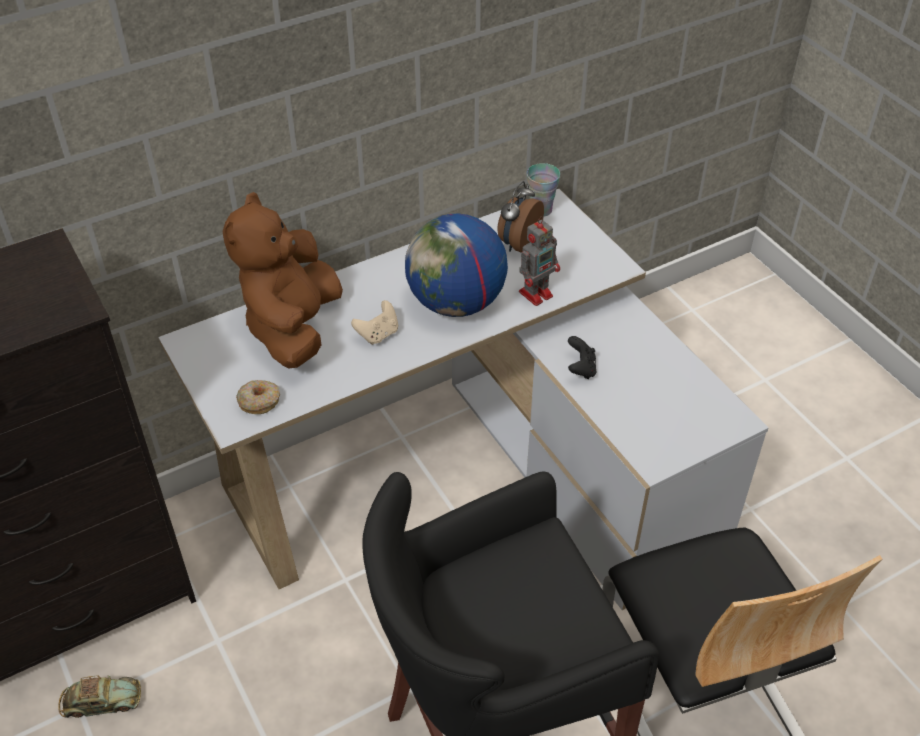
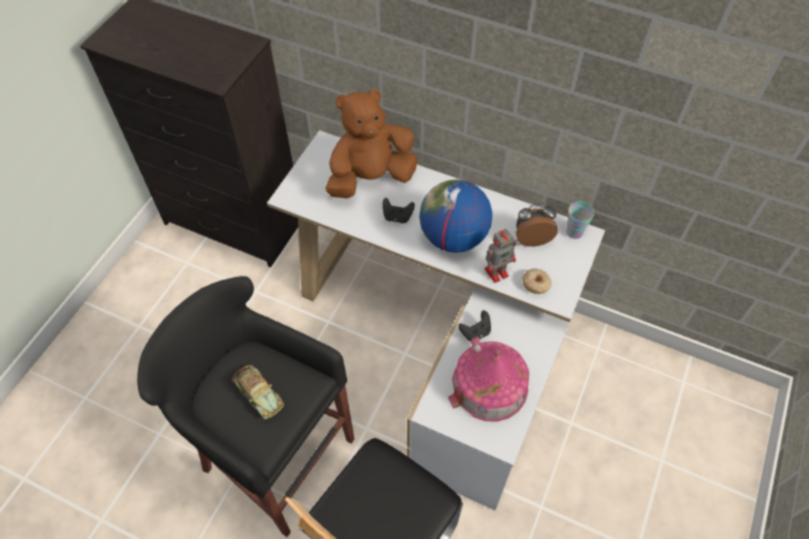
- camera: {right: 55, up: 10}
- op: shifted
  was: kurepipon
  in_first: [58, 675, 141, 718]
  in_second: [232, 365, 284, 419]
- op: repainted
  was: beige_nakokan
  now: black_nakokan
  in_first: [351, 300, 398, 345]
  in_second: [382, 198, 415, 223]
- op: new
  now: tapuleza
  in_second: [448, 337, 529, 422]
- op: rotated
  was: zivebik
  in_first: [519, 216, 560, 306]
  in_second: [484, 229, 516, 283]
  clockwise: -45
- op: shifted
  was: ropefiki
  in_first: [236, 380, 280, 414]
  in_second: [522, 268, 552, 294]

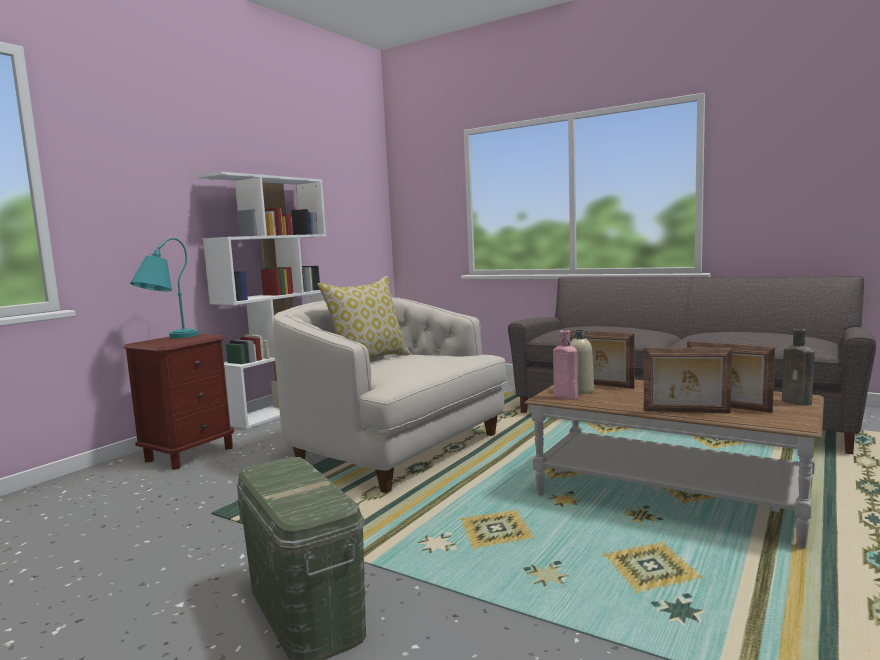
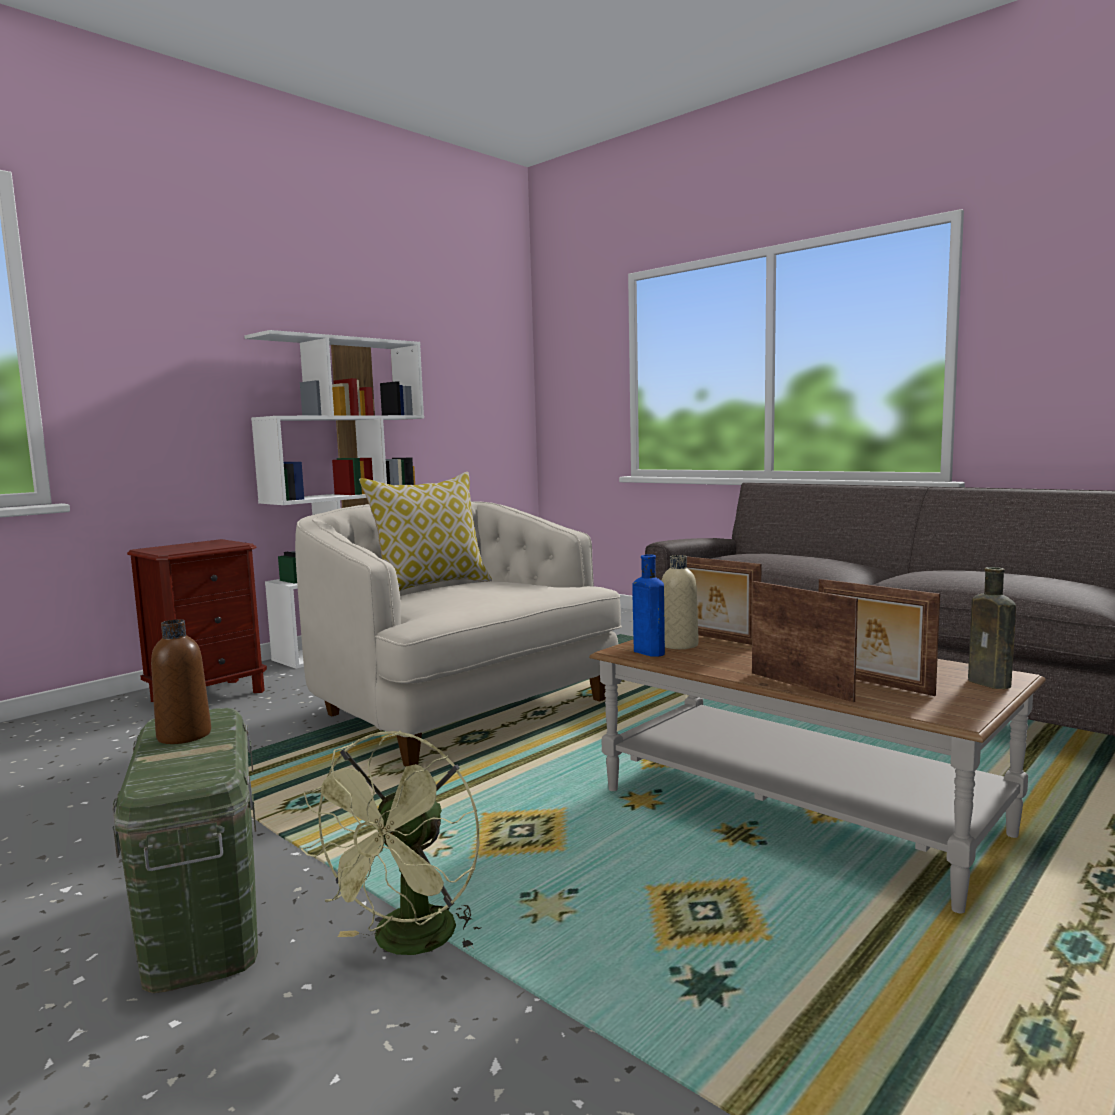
- camera: {right: 10, up: 0}
- op: new
  now: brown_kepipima
  in_second: [151, 619, 211, 744]
- op: new
  now: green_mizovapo
  in_second: [300, 731, 482, 955]
- op: repainted
  was: pink_kepipima
  now: blue_kepipima
  in_first: [553, 330, 578, 400]
  in_second: [632, 554, 665, 657]
- op: rotated
  was: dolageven
  in_first: [644, 348, 732, 413]
  in_second: [752, 581, 858, 702]
  clockwise: -150
- op: gone
  was: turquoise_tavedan
  in_first: [130, 238, 199, 338]

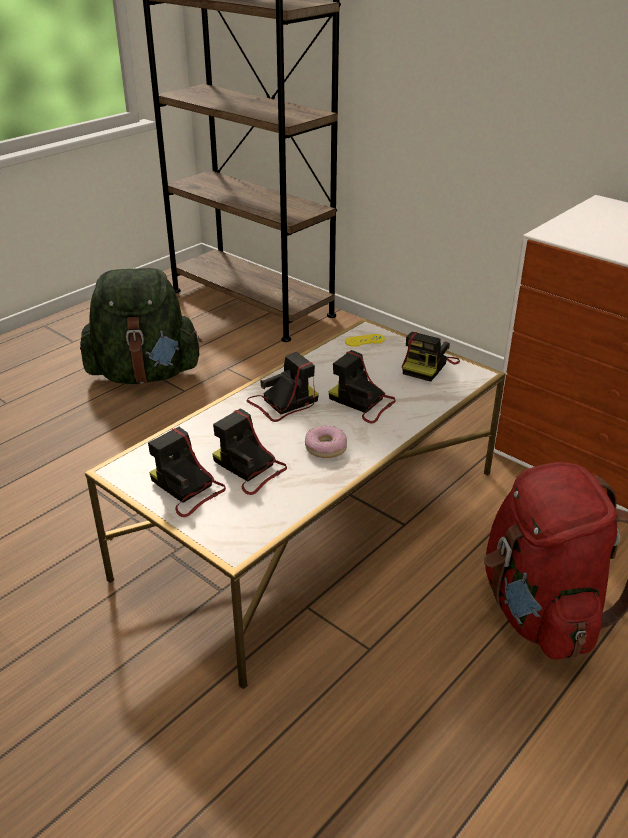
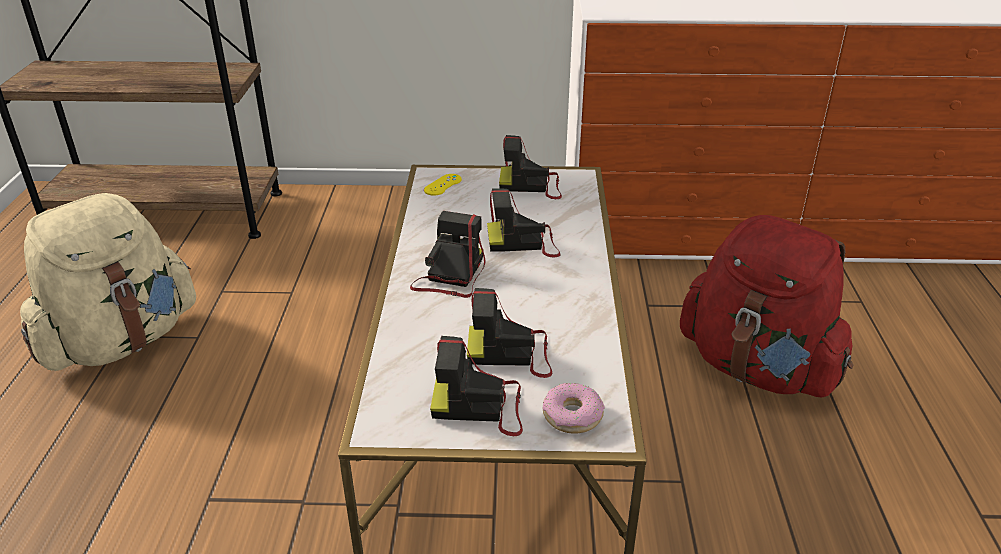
- camera: {right: -40, up: 0}
- op: repainted
  was: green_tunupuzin
  now: beige_tunupuzin
  in_first: [80, 268, 202, 384]
  in_second: [20, 193, 196, 371]
- op: rotated
  was: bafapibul
  in_first: [402, 332, 460, 382]
  in_second: [499, 135, 562, 199]
  clockwise: 105
- op: shifted
  was: ropefiki
  in_first: [305, 426, 347, 458]
  in_second: [543, 383, 605, 433]

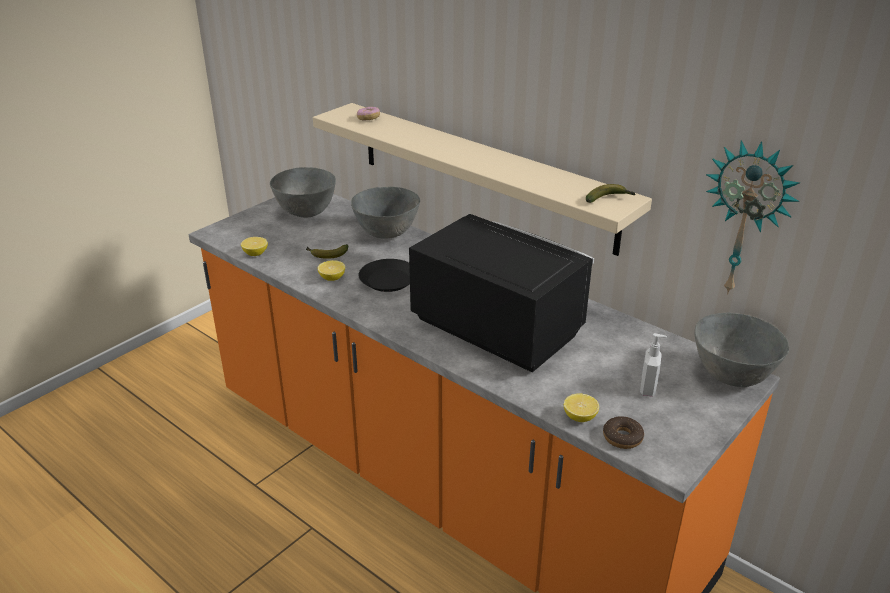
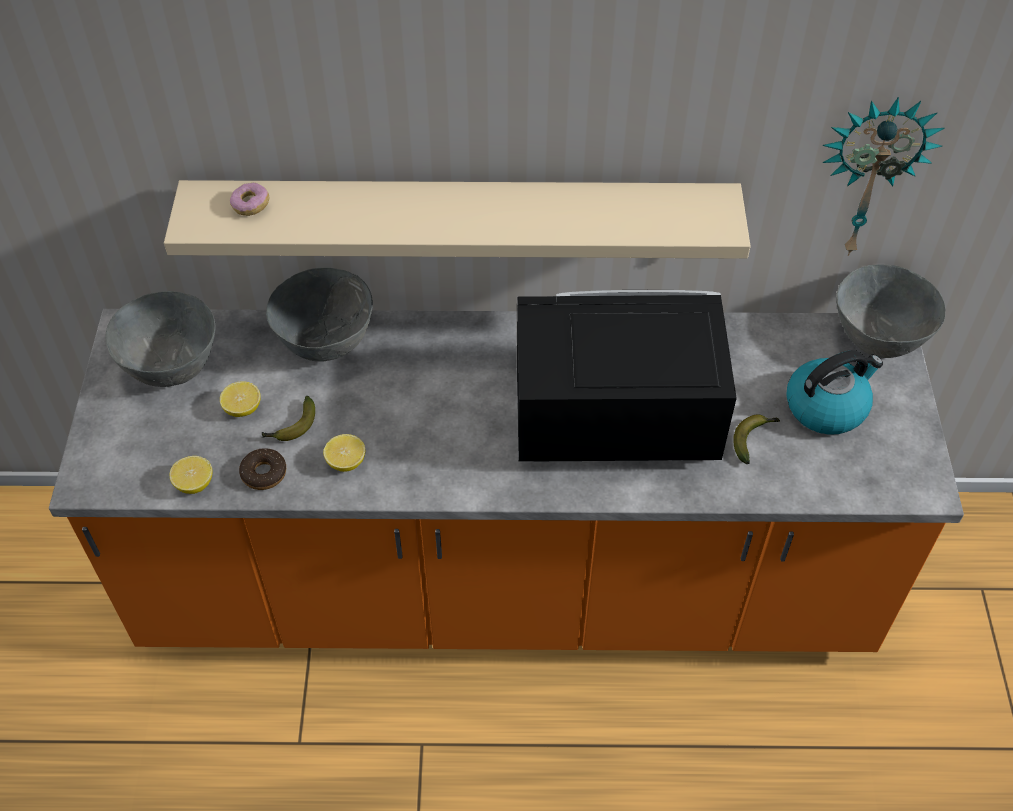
- camera: {right: -40, up: 20}
- op: shifted
  was: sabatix
  in_first: [564, 393, 599, 422]
  in_second: [220, 381, 261, 417]
- op: shifted
  was: ropefiki
  in_first: [603, 416, 644, 449]
  in_second: [239, 448, 286, 490]
- op: shifted
  was: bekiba
  in_first: [586, 184, 636, 203]
  in_second: [733, 415, 780, 464]
- op: swapped
  was: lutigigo
  now: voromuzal
  in_first: [640, 333, 667, 397]
  in_second: [786, 350, 883, 435]
- op: gone
  was: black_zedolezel
  in_first: [359, 259, 410, 292]

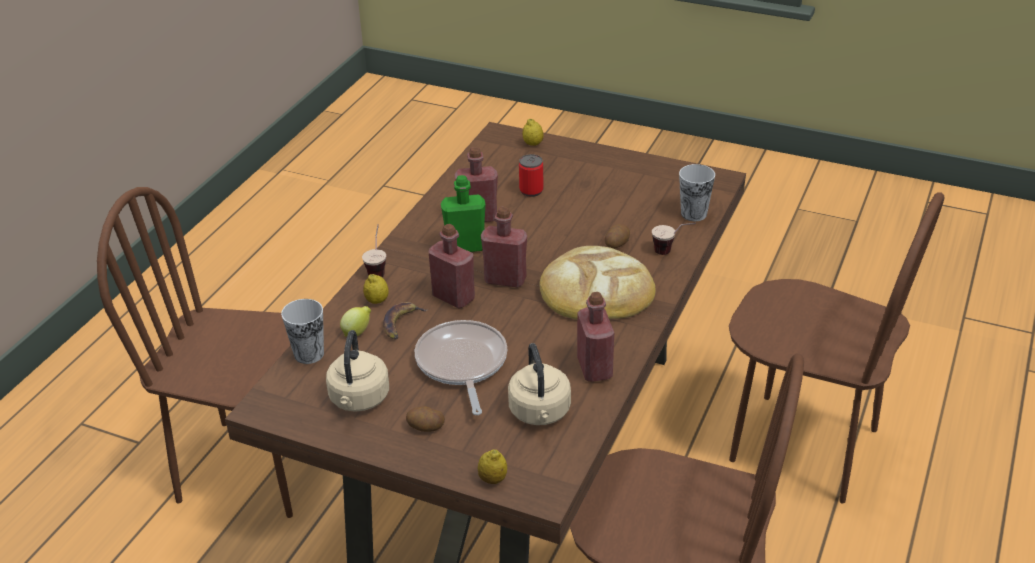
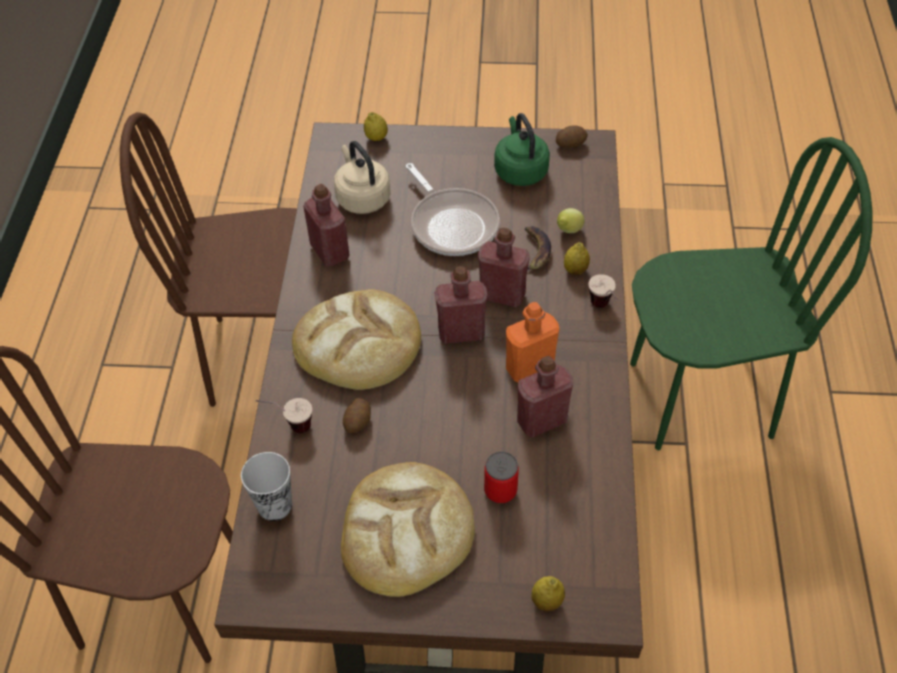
- camera: {right: 160, up: 15}
- op: new
  now: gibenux
  in_second: [341, 462, 475, 597]
- op: repainted
  was: beige_voromuzal
  now: green_voromuzal
  in_first: [326, 330, 389, 412]
  in_second: [494, 113, 550, 186]
- op: repainted
  was: green_kepipima
  now: orange_kepipima
  in_first: [441, 175, 485, 252]
  in_second: [506, 302, 559, 383]
- op: shifted
  was: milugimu
  in_first: [406, 406, 445, 432]
  in_second: [556, 125, 588, 148]
- op: repainted
  was: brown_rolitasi
  now: green_rolitasi
  in_first: [97, 187, 293, 518]
  in_second: [630, 137, 873, 450]
- op: gone
  was: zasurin
  in_first: [281, 299, 324, 364]

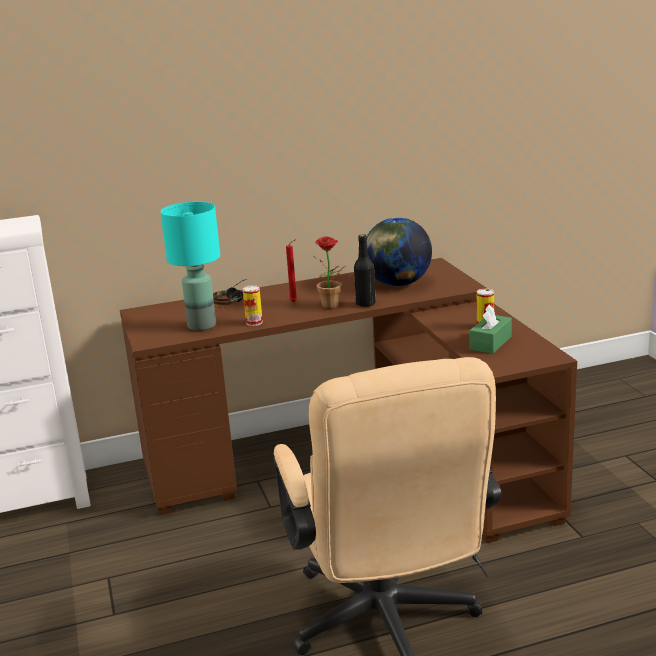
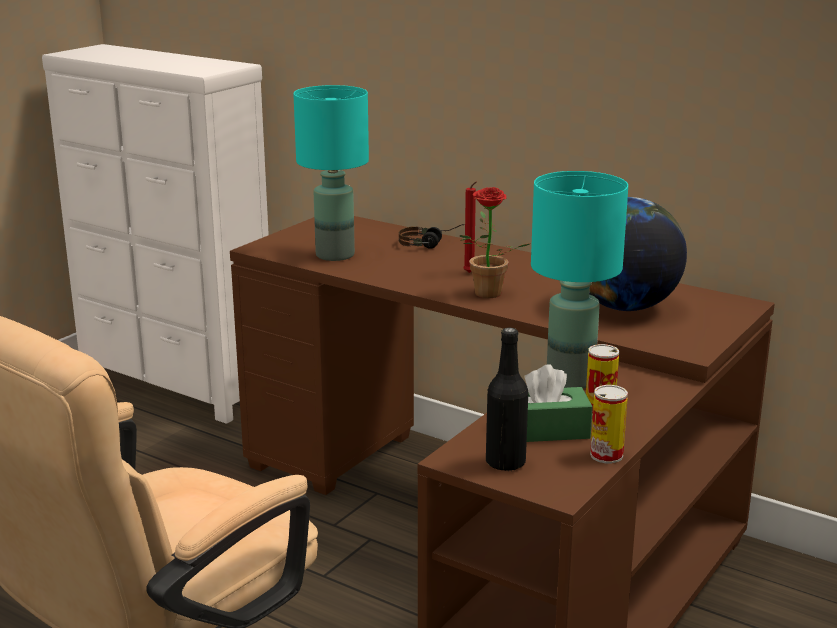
- camera: {right: 50, up: 0}
- op: shifted
  was: black_kepipima
  in_first: [354, 234, 376, 307]
  in_second: [486, 328, 528, 471]
- op: new
  now: turquoise_tavedan
  in_second: [531, 171, 628, 388]
- op: shifted
  was: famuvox
  in_first: [243, 285, 263, 326]
  in_second: [590, 385, 628, 463]

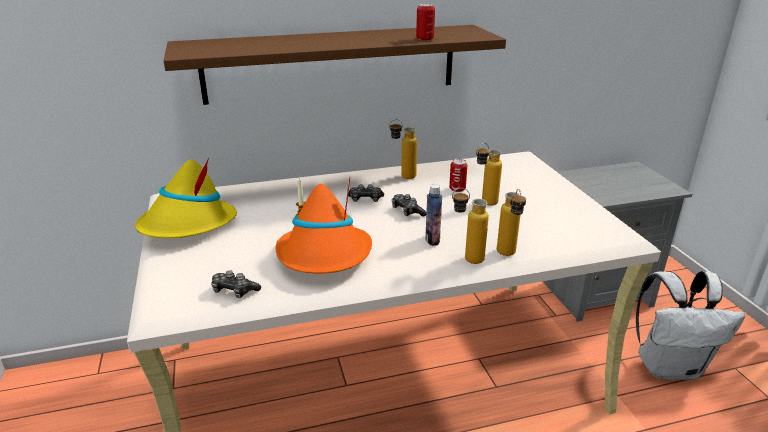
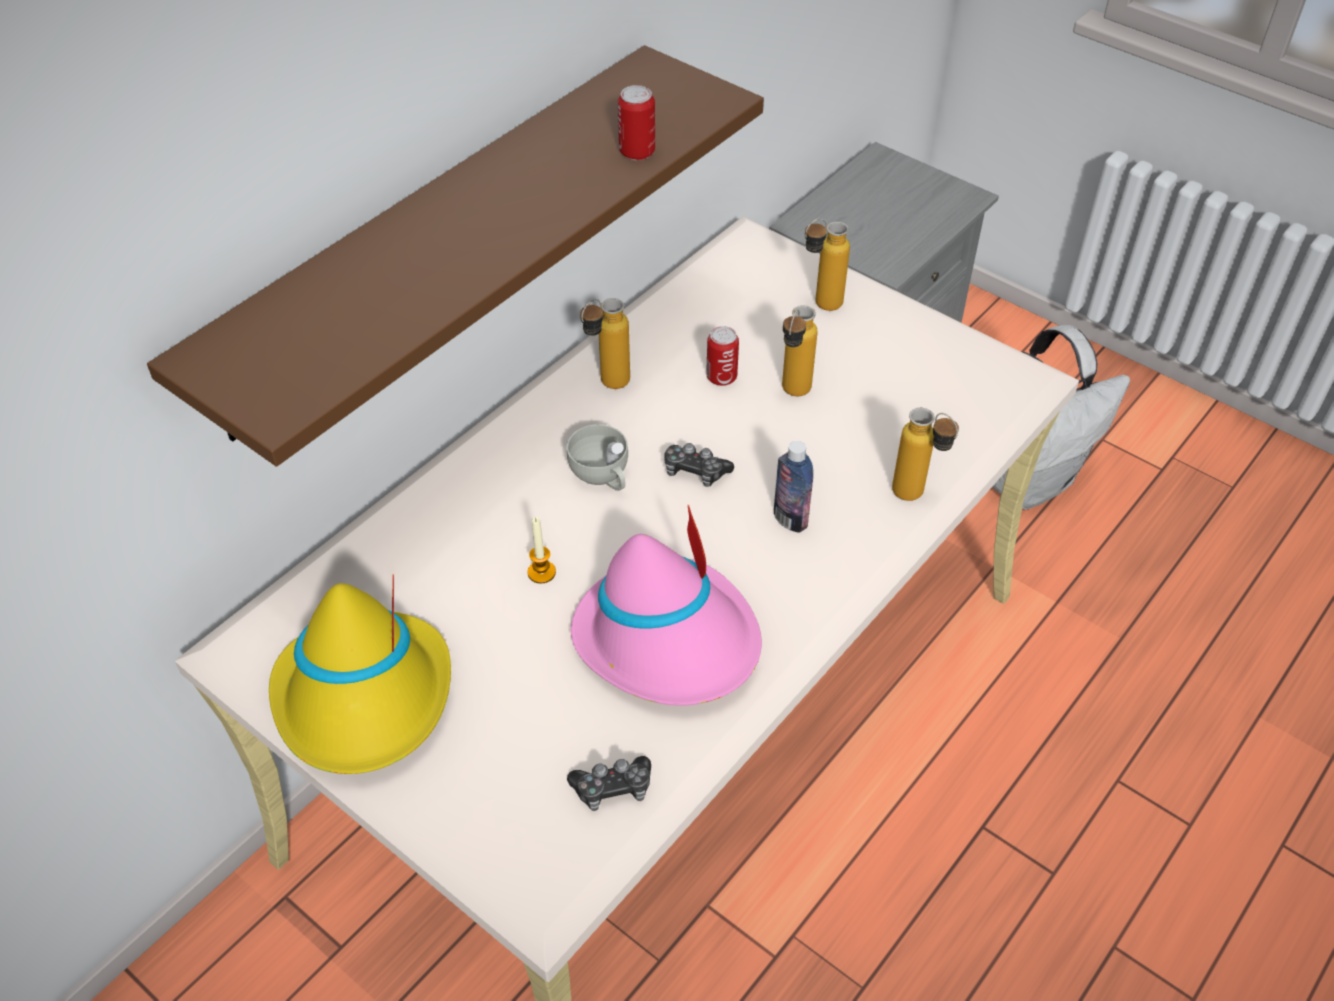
- camera: {right: -35, up: 20}
- op: swapped
  was: nakokan
  now: white_zasurin
  in_first: [348, 184, 384, 202]
  in_second: [567, 424, 628, 491]
- op: repainted
  was: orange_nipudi
  now: pink_nipudi
  in_first: [276, 178, 372, 274]
  in_second: [571, 505, 762, 706]
- op: shifted
  was: kepipima
  in_first: [452, 188, 489, 264]
  in_second: [805, 218, 850, 311]

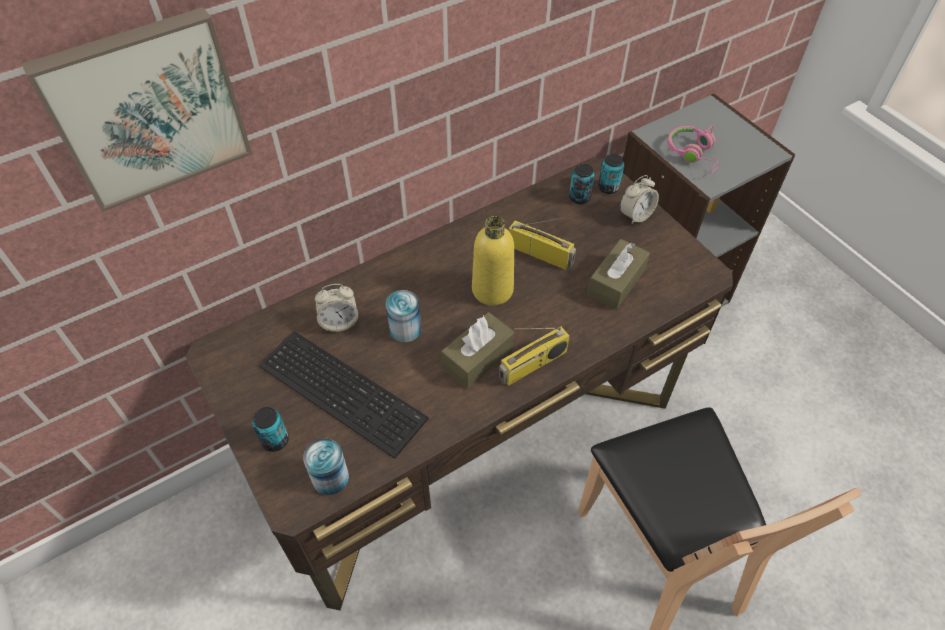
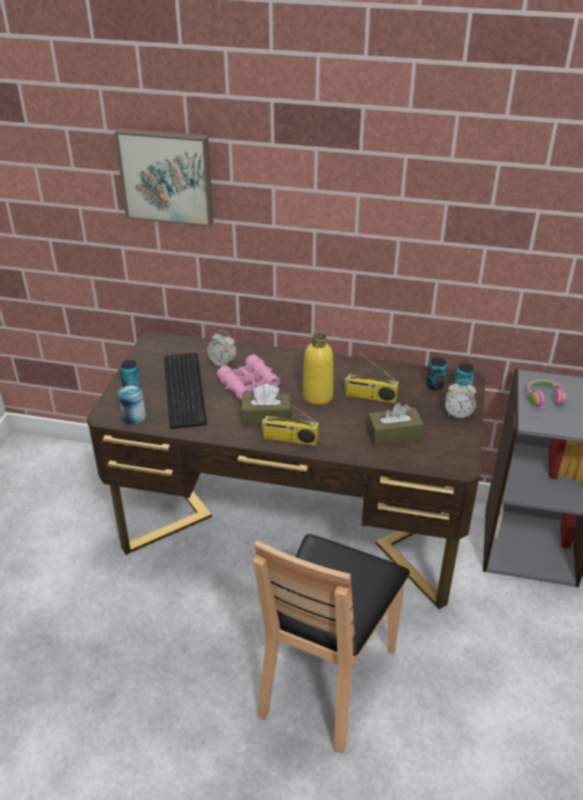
- camera: {right: 45, up: -15}
- op: swapped
  was: famuvox
  now: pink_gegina
  in_first: [385, 290, 421, 342]
  in_second: [217, 355, 280, 401]
- op: rotated
  was: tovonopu
  in_first: [509, 218, 576, 270]
  in_second: [344, 351, 399, 403]
  clockwise: 120

